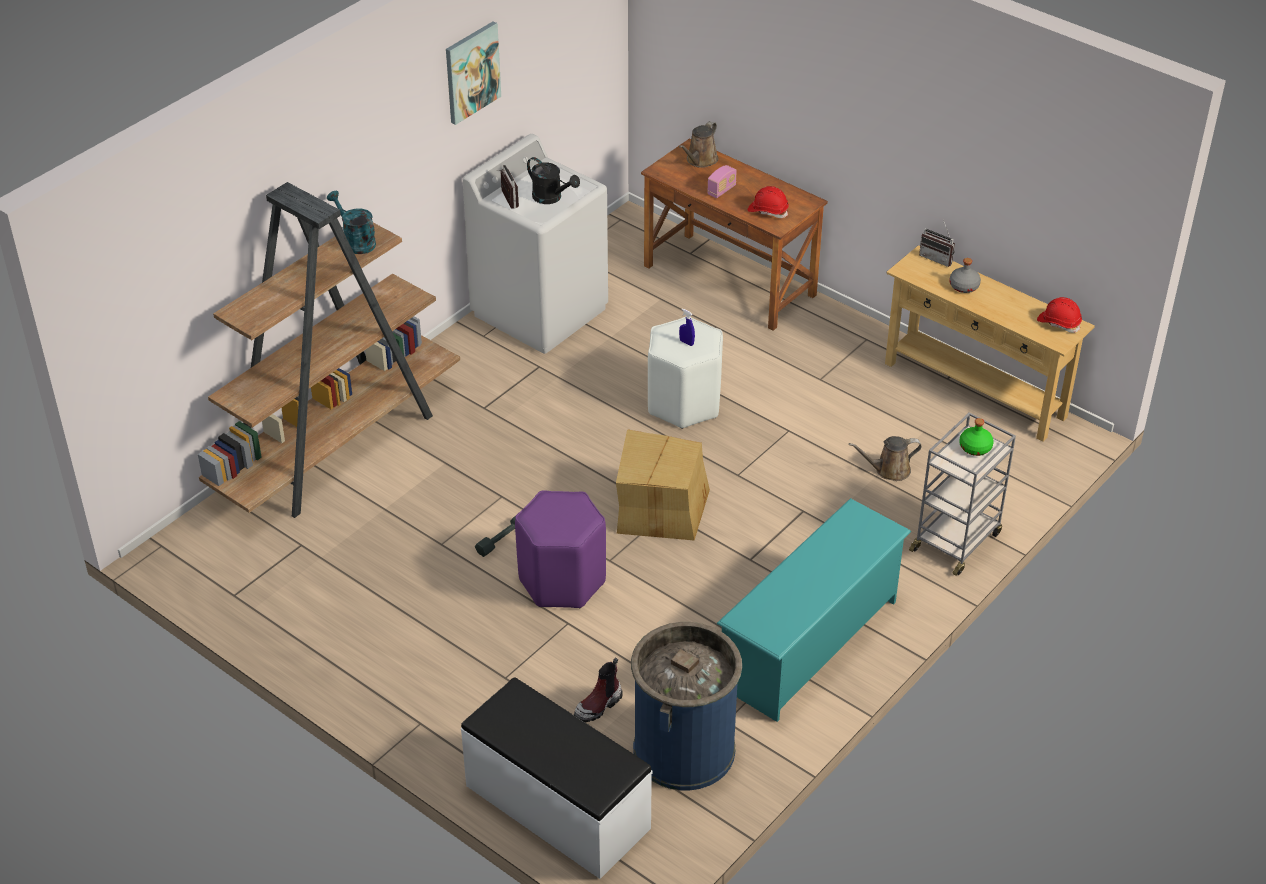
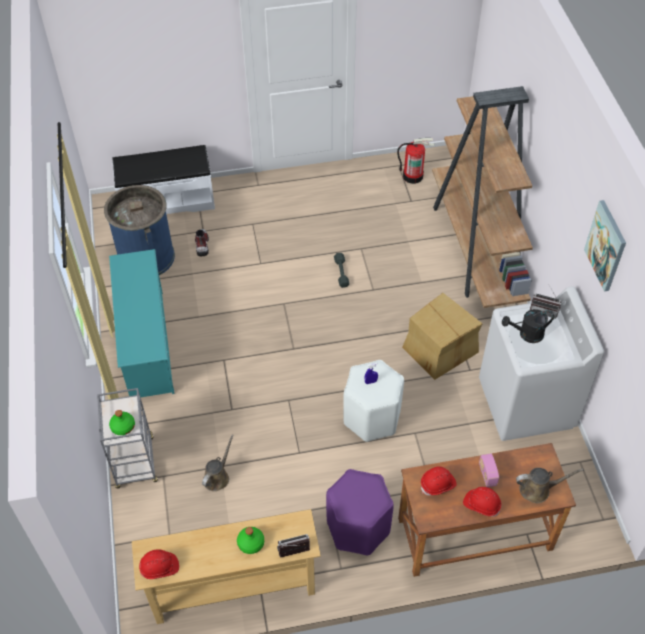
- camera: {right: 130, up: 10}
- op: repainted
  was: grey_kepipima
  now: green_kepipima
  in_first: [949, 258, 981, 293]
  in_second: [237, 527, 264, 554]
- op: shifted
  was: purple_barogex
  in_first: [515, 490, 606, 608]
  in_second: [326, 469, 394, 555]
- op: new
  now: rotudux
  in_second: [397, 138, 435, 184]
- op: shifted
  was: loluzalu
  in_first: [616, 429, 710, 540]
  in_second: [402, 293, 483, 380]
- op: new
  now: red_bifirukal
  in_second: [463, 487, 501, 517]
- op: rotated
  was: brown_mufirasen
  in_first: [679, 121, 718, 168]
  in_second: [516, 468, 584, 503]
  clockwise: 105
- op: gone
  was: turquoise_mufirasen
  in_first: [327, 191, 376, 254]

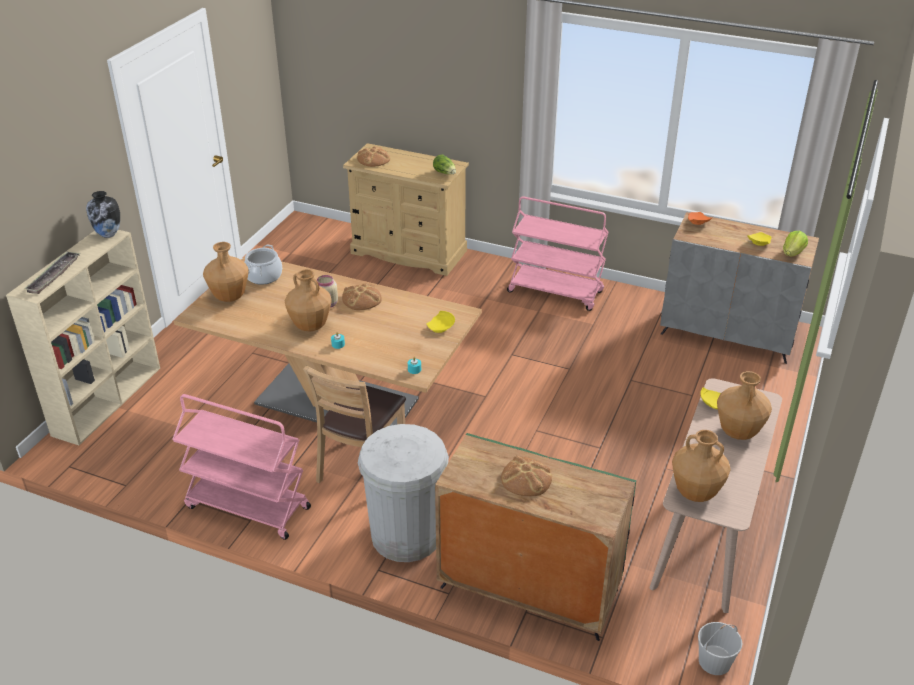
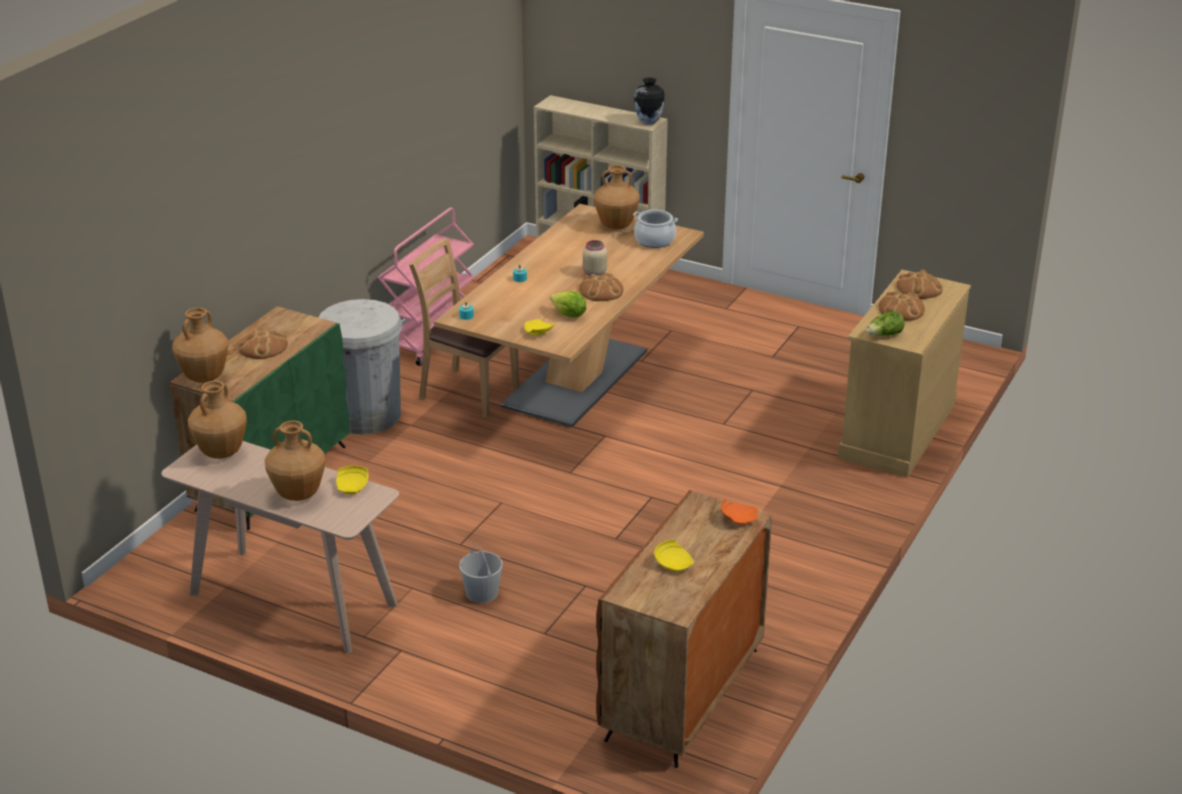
- camera: {right: 95, up: -5}
- op: shifted
  was: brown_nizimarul
  in_first: [284, 270, 332, 331]
  in_second: [172, 308, 228, 383]
- op: shifted
  was: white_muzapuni
  in_first: [698, 622, 742, 675]
  in_second: [459, 545, 503, 603]
- op: shifted
  was: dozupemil
  in_first: [783, 231, 808, 256]
  in_second: [550, 291, 586, 318]
- op: repainted
  was: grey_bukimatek
  now: brown_bukimatek
  in_first: [660, 212, 819, 364]
  in_second: [596, 490, 772, 768]
- op: new
  now: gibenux
  in_second: [879, 291, 925, 321]
- op: gone
  was: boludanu
  in_first: [24, 251, 80, 294]
- op: gone
  was: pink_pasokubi
  in_first: [507, 196, 608, 311]

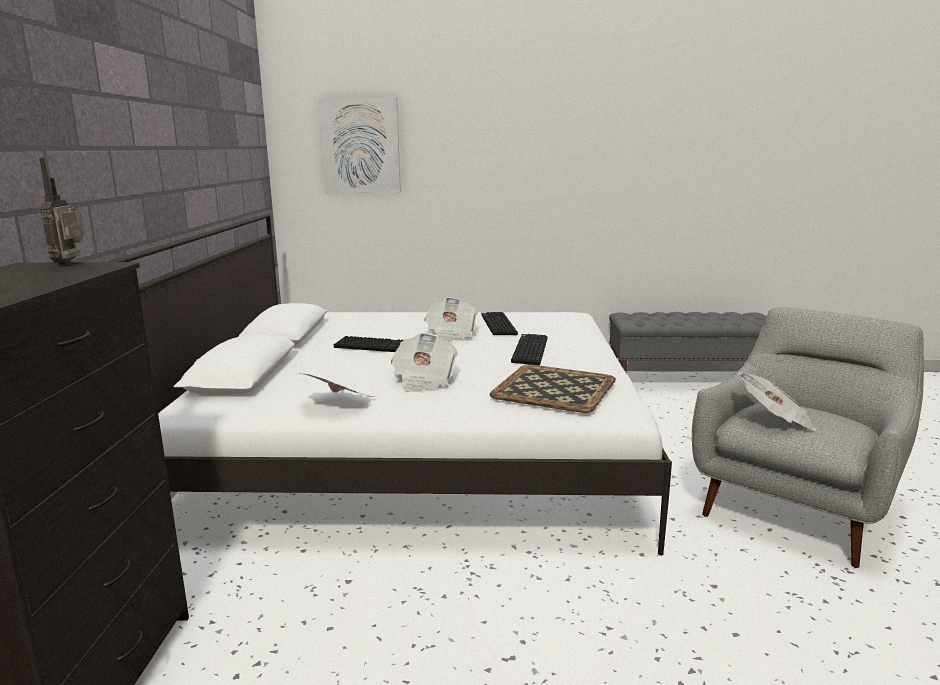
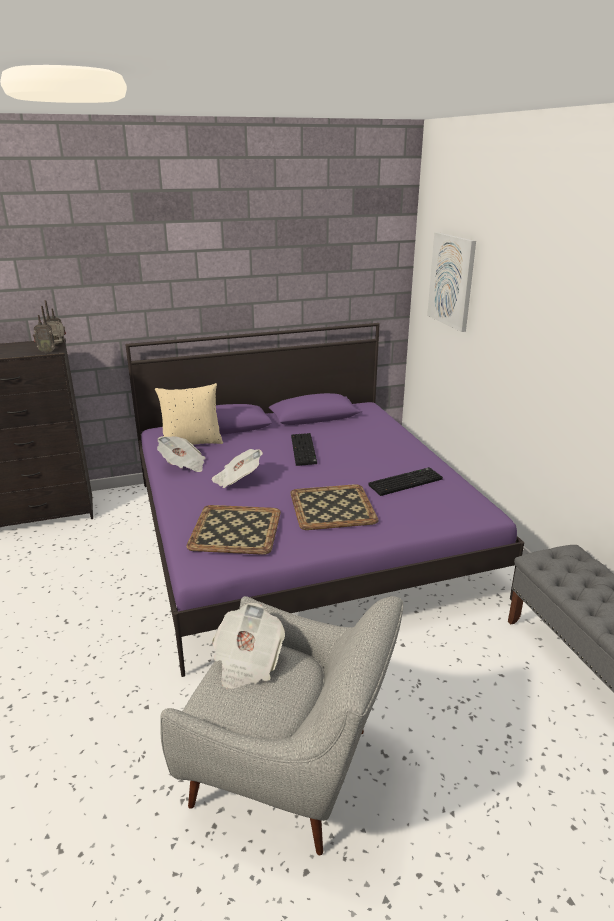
- camera: {right: 70, up: 10}
- op: new
  now: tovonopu
  in_second: [33, 306, 55, 353]
- op: repainted
  was: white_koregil
  now: purple_koregil
  in_first: [107, 213, 672, 556]
  in_second: [125, 323, 524, 677]
- op: new
  now: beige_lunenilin
  in_second: [155, 383, 223, 444]
- op: swapped
  was: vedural
  now: boludanu
  in_first: [511, 334, 548, 365]
  in_second: [290, 484, 378, 530]
- op: gone
  was: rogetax
  in_first: [424, 297, 478, 341]

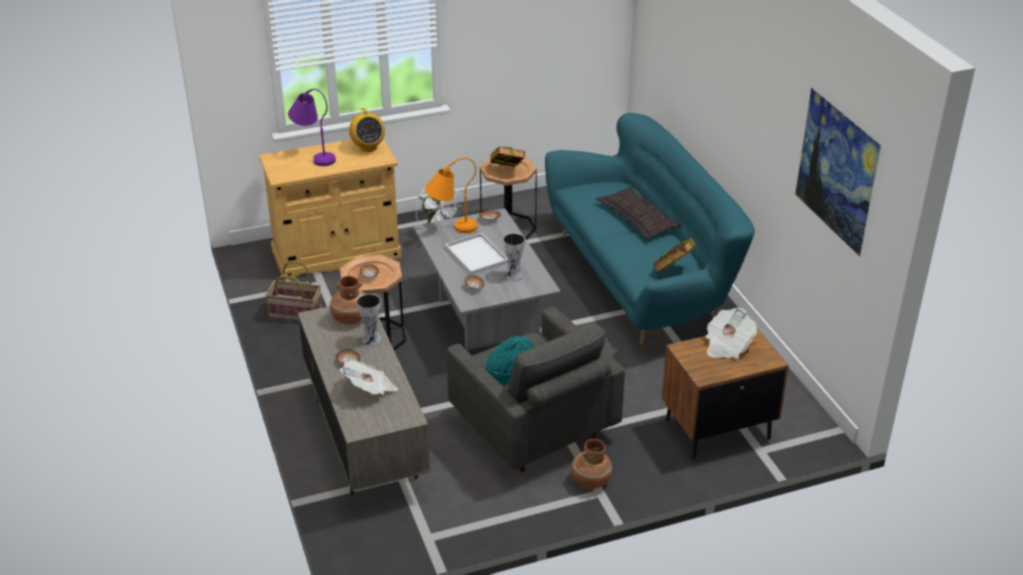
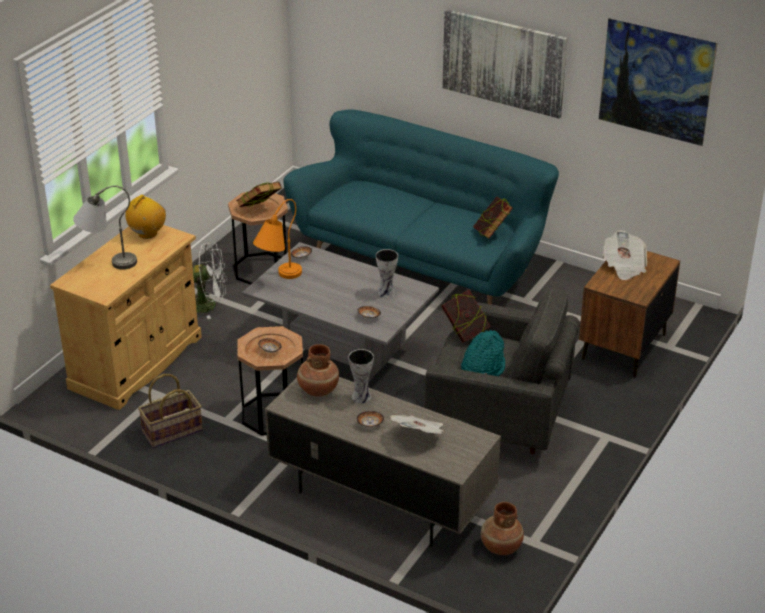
- camera: {right: -40, up: 0}
- op: repainted
  was: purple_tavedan
  now: grey_tavedan
  in_first: [288, 89, 336, 166]
  in_second: [73, 185, 137, 270]
- op: rotated
  was: tovonopu
  in_first: [349, 108, 385, 152]
  in_second: [125, 194, 166, 239]
  clockwise: -90
- op: new
  now: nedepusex
  in_second: [441, 290, 491, 343]
- op: new
  now: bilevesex
  in_second: [442, 9, 567, 118]
- op: shifted
  was: brown_nizimarul
  in_first: [571, 439, 612, 489]
  in_second: [481, 502, 524, 555]
- op: gone
  was: white_boludanu
  in_first: [445, 233, 508, 275]
- op: gone
  was: lunenilin
  in_first: [596, 187, 681, 240]

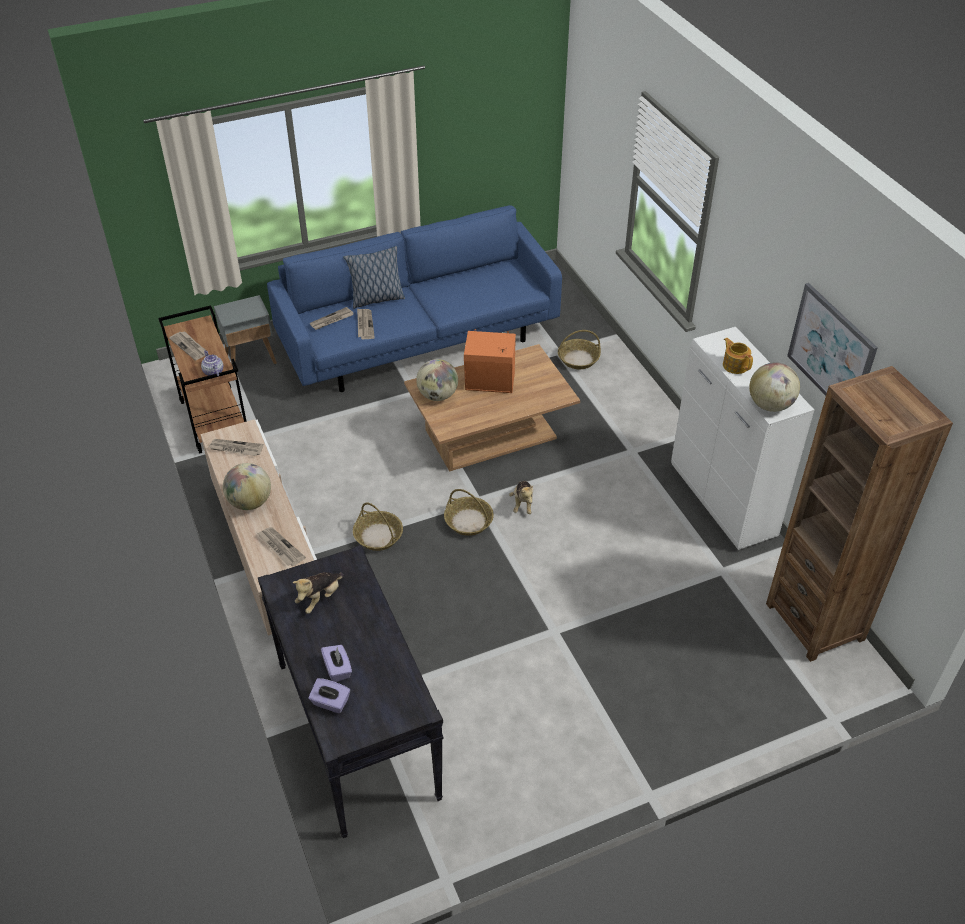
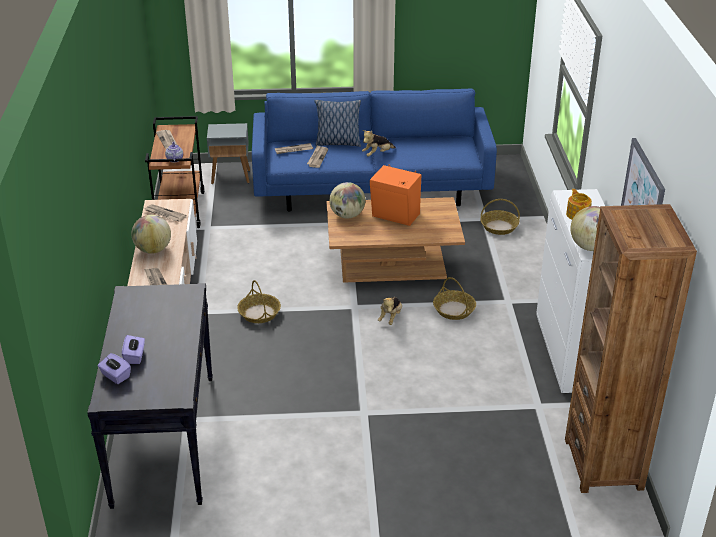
- camera: {right: 20, up: -10}
- op: shifted
  was: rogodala
  in_first: [293, 572, 344, 614]
  in_second: [362, 130, 396, 156]
- op: shifted
  was: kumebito
  in_first: [444, 489, 494, 536]
  in_second: [433, 277, 476, 320]

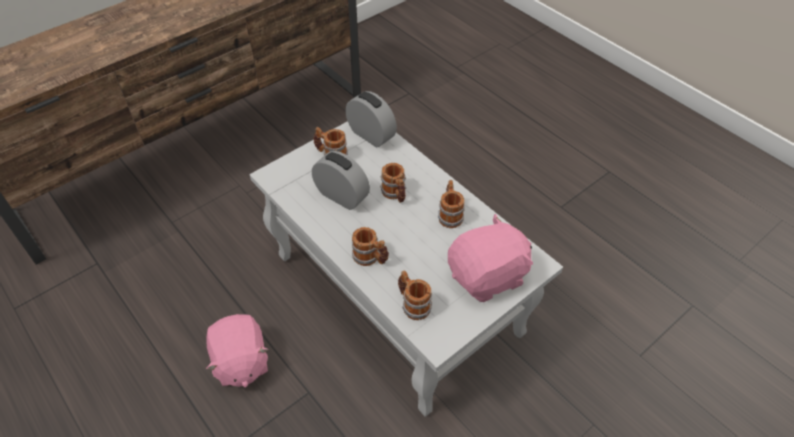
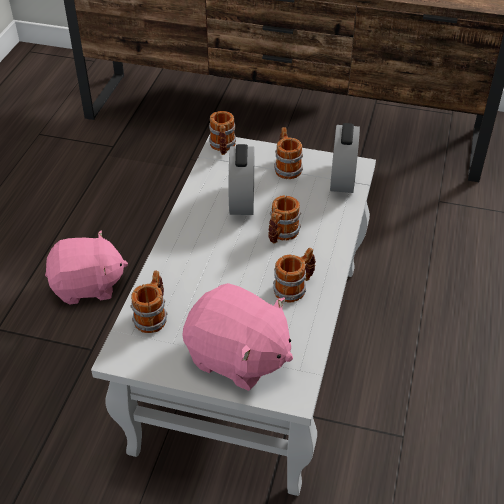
- camera: {right: 55, up: -5}
- op: rotated
  was: pink_rogodala
  in_first: [206, 314, 268, 387]
  in_second: [45, 230, 128, 305]
  clockwise: -135
- op: shifted
  was: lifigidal
  in_first: [352, 227, 389, 266]
  in_second: [209, 111, 236, 155]

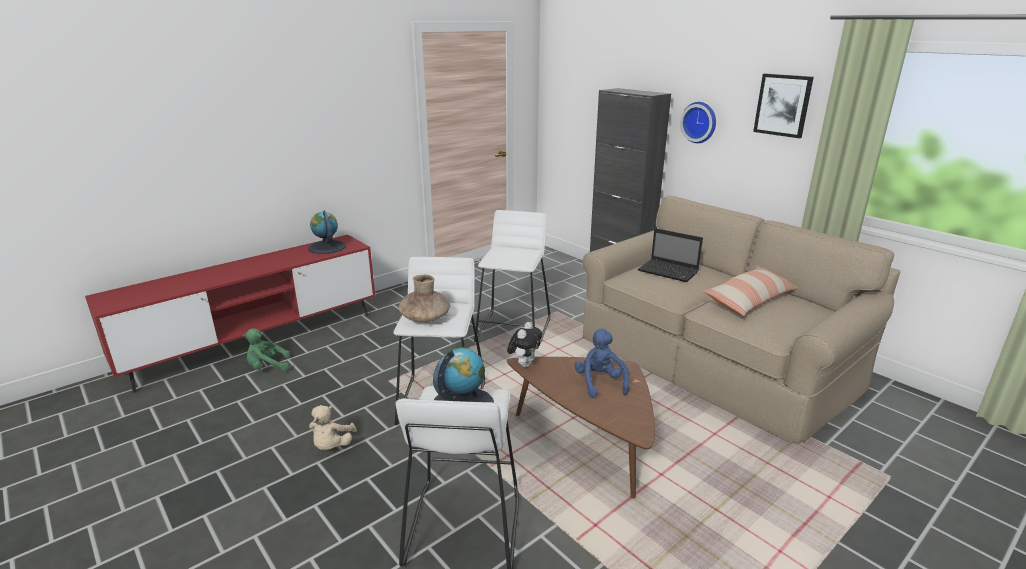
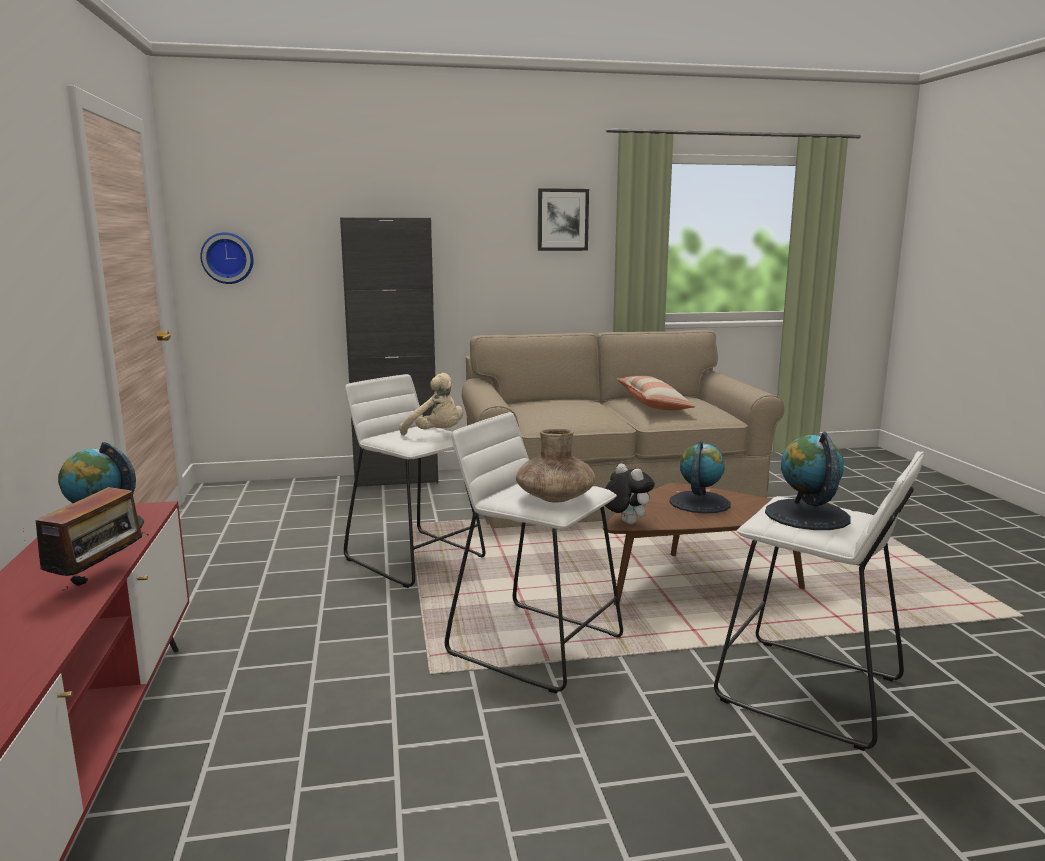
- camera: {right: -60, up: -10}
- op: new
  now: tovonopu
  in_second: [23, 487, 149, 591]
- op: shifted
  was: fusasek
  in_first: [680, 102, 716, 143]
  in_second: [200, 232, 254, 284]
- op: shifted
  was: beige_rogodala
  in_first: [309, 405, 357, 450]
  in_second: [399, 373, 463, 435]
- op: swapped
  was: blue_rogodala
  now: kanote
  in_first: [574, 329, 630, 398]
  in_second: [669, 441, 731, 513]
- op: gone
  was: green_rogodala
  in_first: [243, 328, 290, 371]
- op: gone
  was: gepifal
  in_first: [638, 228, 703, 282]

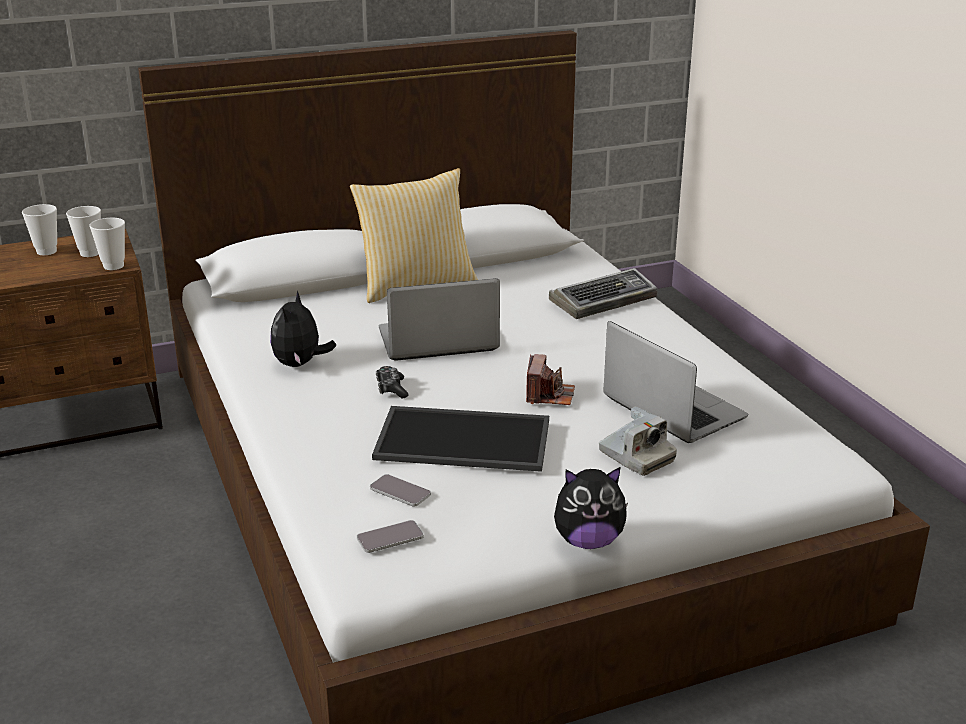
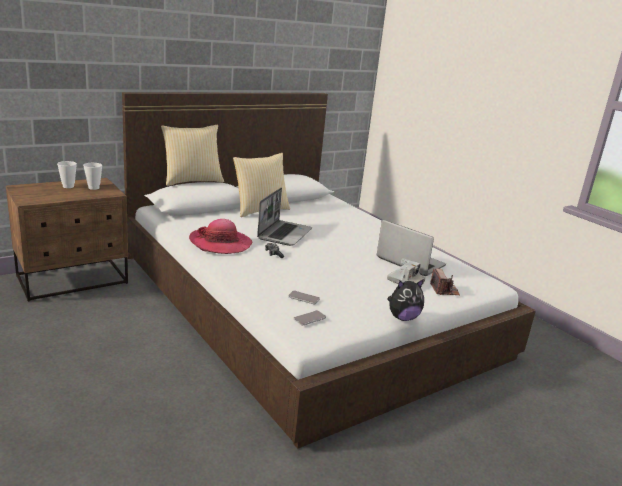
- camera: {right: -15, up: -5}
- op: new
  now: lunenilin
  in_second: [161, 125, 224, 186]
- op: swapped
  was: rogodala
  now: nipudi
  in_first: [270, 291, 337, 367]
  in_second: [189, 219, 252, 254]
- op: rotated
  was: gepifal
  in_first: [379, 278, 500, 361]
  in_second: [257, 188, 312, 246]
  clockwise: 135
- op: shifted
  was: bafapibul
  in_first: [526, 354, 575, 405]
  in_second: [430, 268, 460, 295]
- op: gone
  was: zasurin
  in_first: [89, 218, 125, 270]
- op: gone
  was: boludanu
  in_first: [372, 406, 549, 472]
- op: gone
  was: vedural
  in_first: [549, 268, 658, 319]

